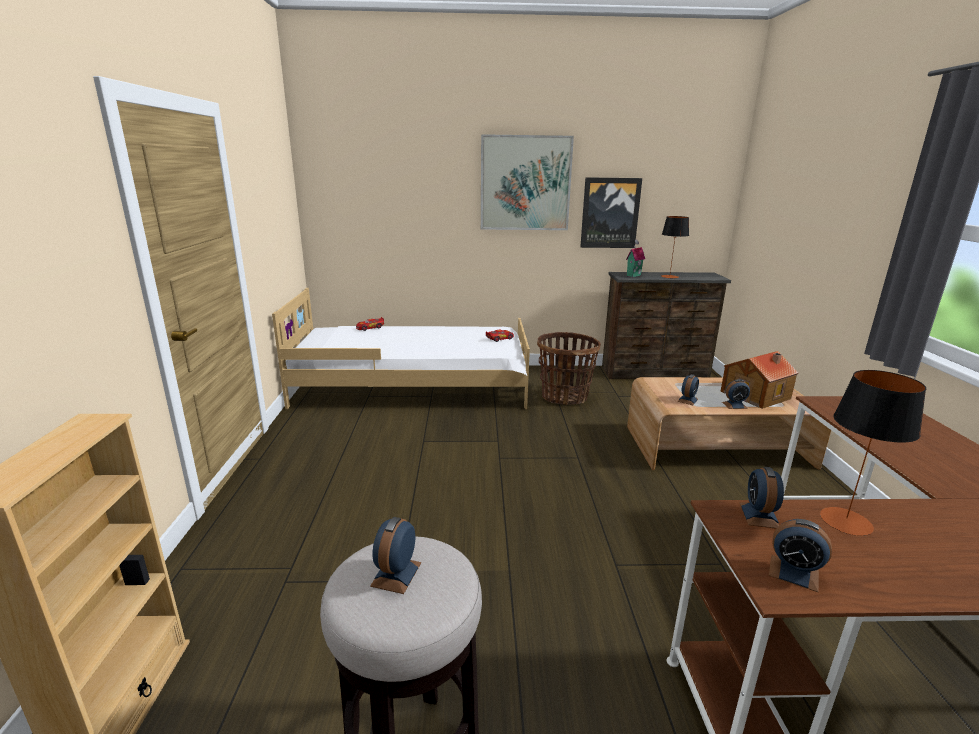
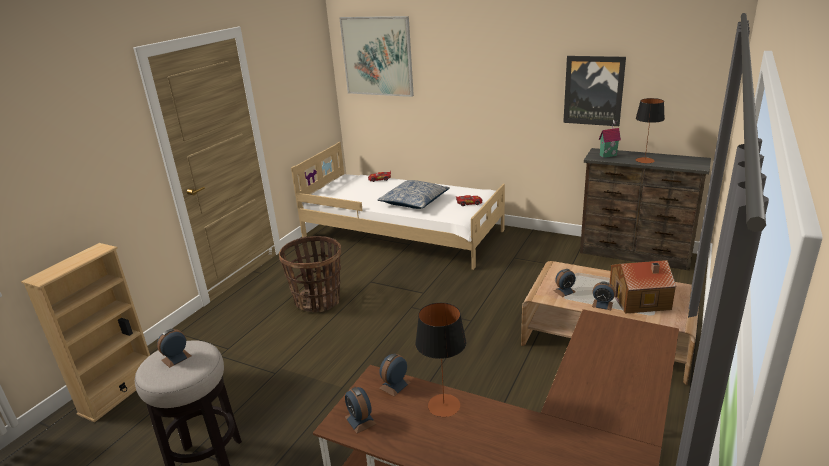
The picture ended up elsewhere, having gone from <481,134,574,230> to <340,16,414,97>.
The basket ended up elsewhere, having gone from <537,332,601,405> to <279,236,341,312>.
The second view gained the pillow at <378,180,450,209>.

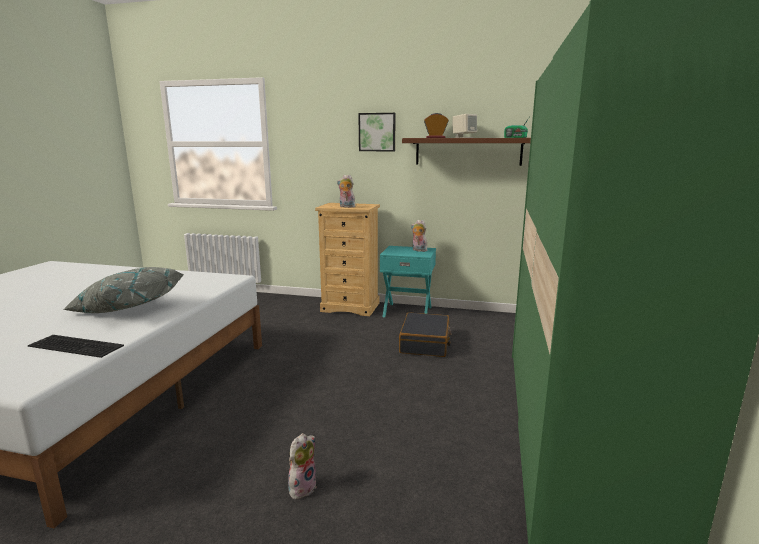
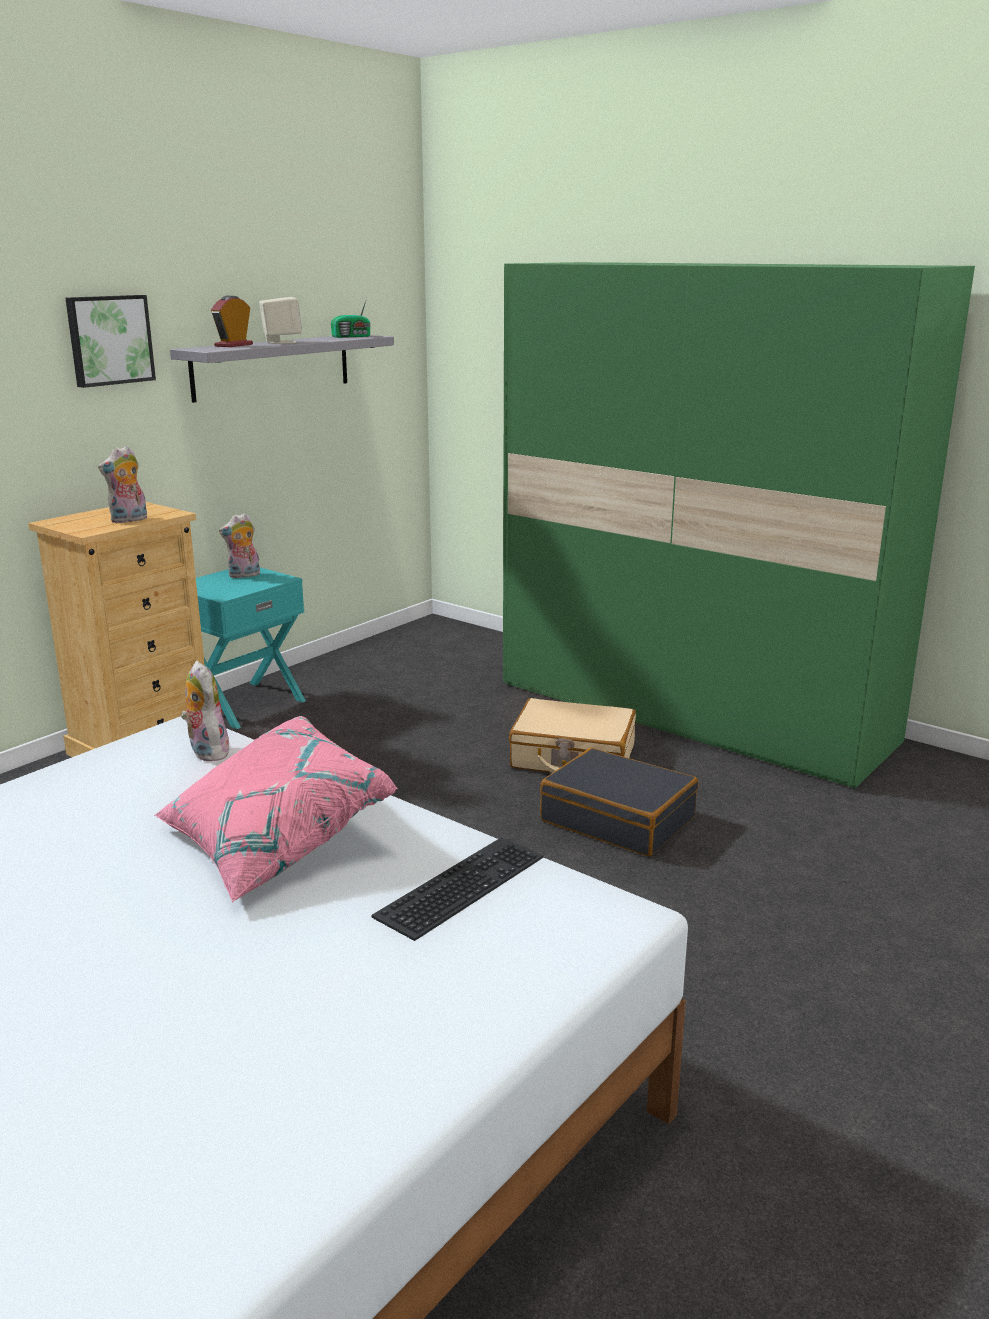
What was the pillow (grey) at <63,267,184,313> turned into the pillow (pink) at <155,716,398,903>.
The plush toy ended up elsewhere, having gone from <288,433,317,500> to <181,661,229,761>.
The suitcase (black) ended up elsewhere, having gone from <399,312,452,357> to <540,748,698,856>.
What was the shelf (brown) at <402,138,531,166> turned into the shelf (grey) at <170,335,394,403>.
The second view gained the suitcase (beige) at <509,698,636,773>.

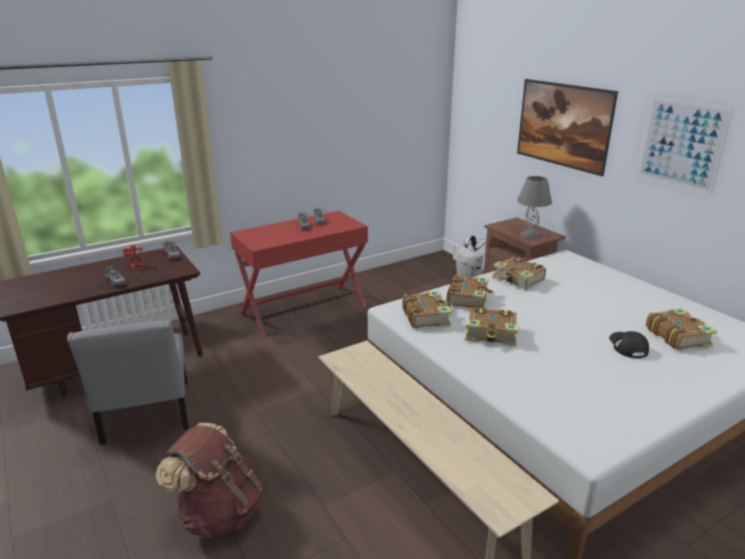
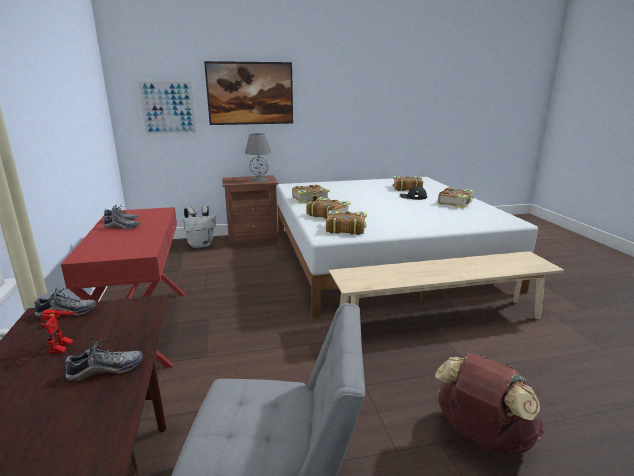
The book ended up elsewhere, having gone from <465,307,518,346> to <438,187,476,208>.
The picture ended up elsewhere, having gone from <638,98,734,194> to <136,80,198,136>.

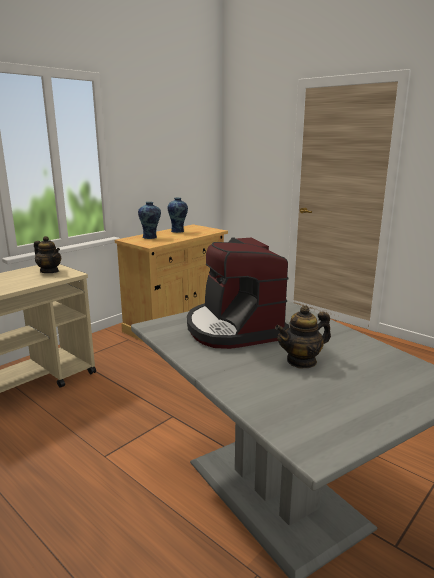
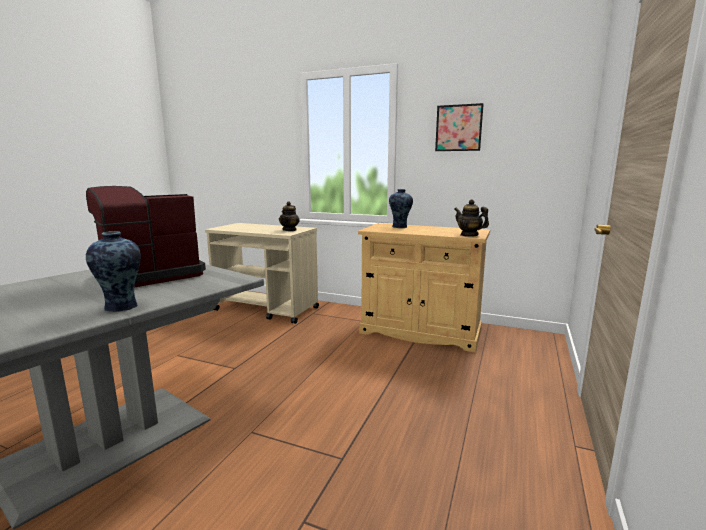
The vase ended up elsewhere, having gone from <168,198,188,233> to <86,231,141,312>.
The teapot ended up elsewhere, having gone from <275,305,331,368> to <454,199,489,237>.
The second view gained the picture at <435,103,484,151>.

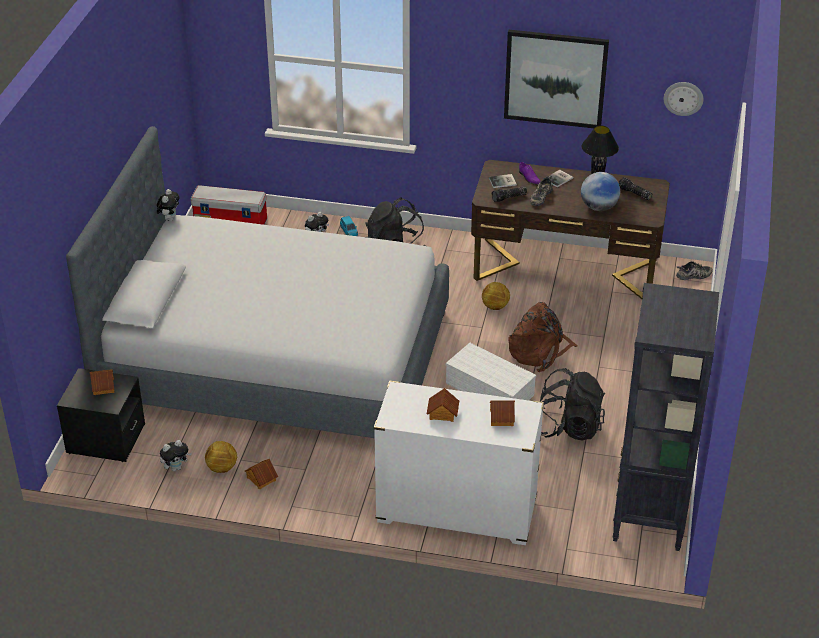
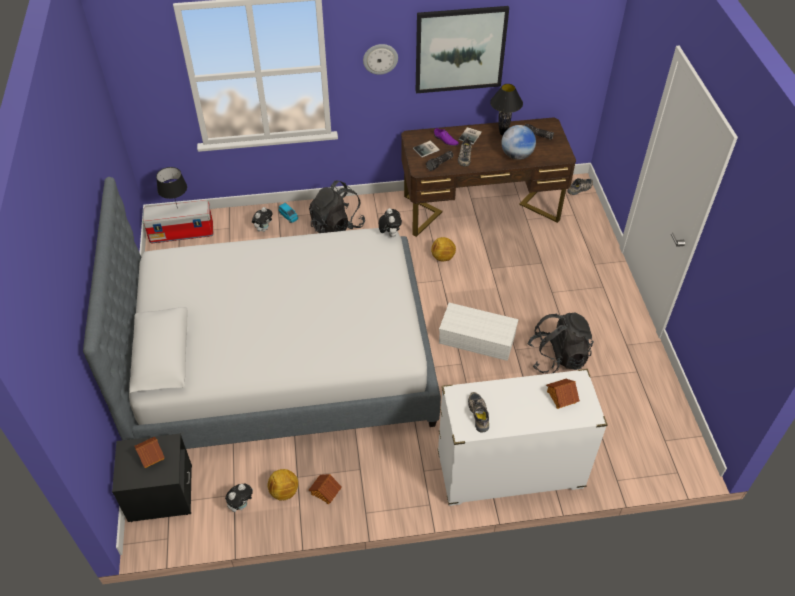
The plush toy ended up elsewhere, having gone from <157,189,179,221> to <379,208,402,237>.
The second view lost the toy house at <427,388,459,422>.
The second view lost the backpack (brown) at <509,302,578,372>.
The second view lost the bookcase (black) at <613,283,719,551>.
The wall clock ended up elsewhere, having gone from <664,82,703,116> to <363,44,398,75>.
The second view gained the table lamp (black) at <156,167,187,208>.
The second view gained the shoe at <468,392,489,433>.

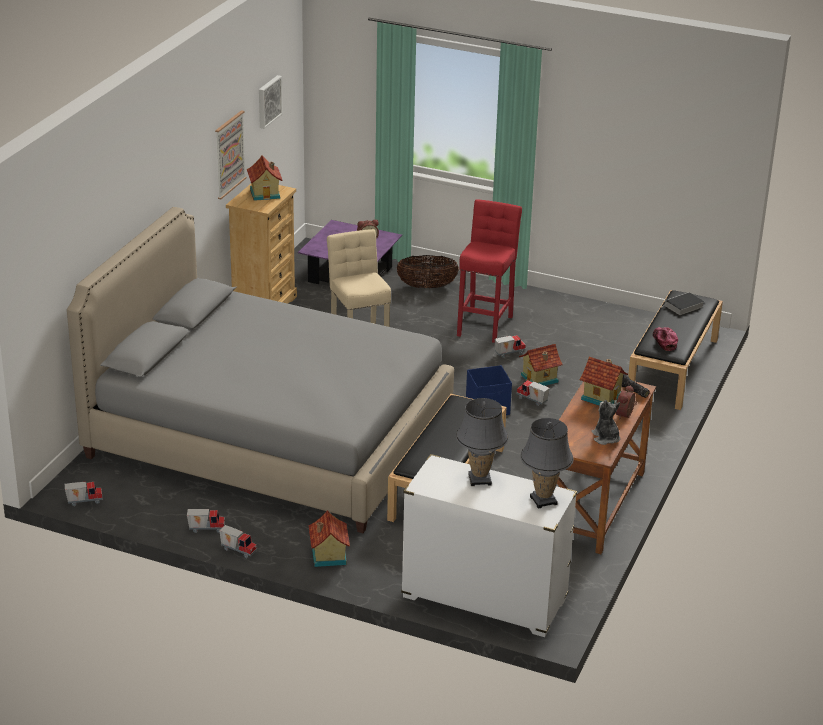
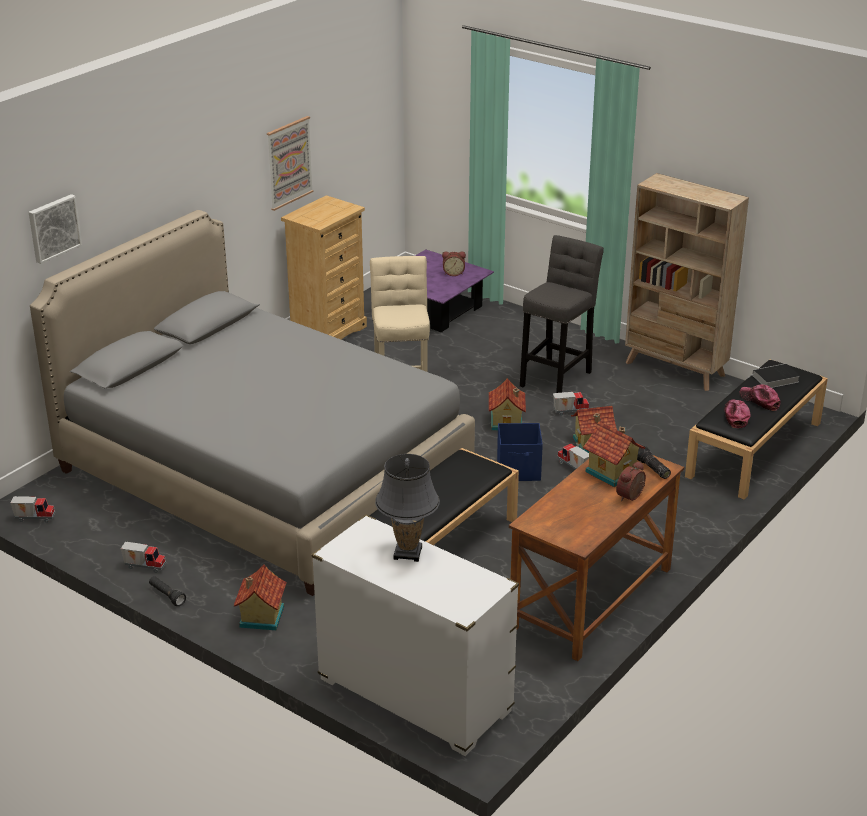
Where the toy truck stood at <219,525,257,558>, the flashlight (black) came to stand at <149,576,186,606>.
The toy house ended up elsewhere, having gone from <247,155,282,201> to <489,378,526,431>.
The picture ended up elsewhere, having gone from <259,75,283,129> to <29,194,82,264>.
The second view lost the basket at <397,255,459,288>.
What was the stool (red) at <457,199,522,343> turned into the stool (grey) at <520,235,604,393>.
The second view lost the table lamp (grey) at <520,418,573,509>.
The second view lost the plush toy at <591,400,620,445>.
The second view gained the bookcase (beige) at <625,173,749,391>.
The second view gained the cap at <739,384,780,411>.

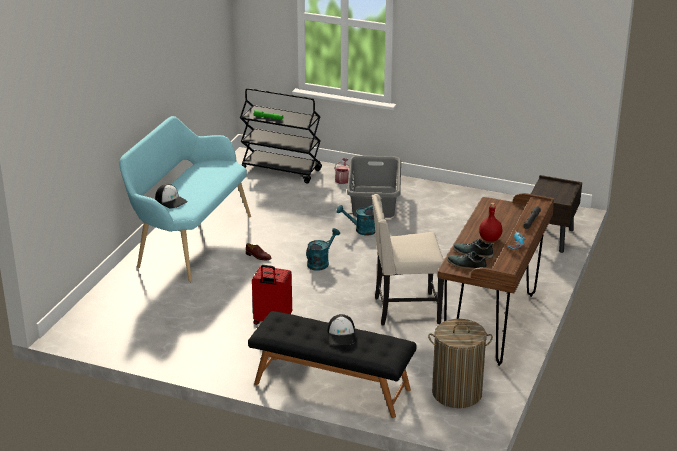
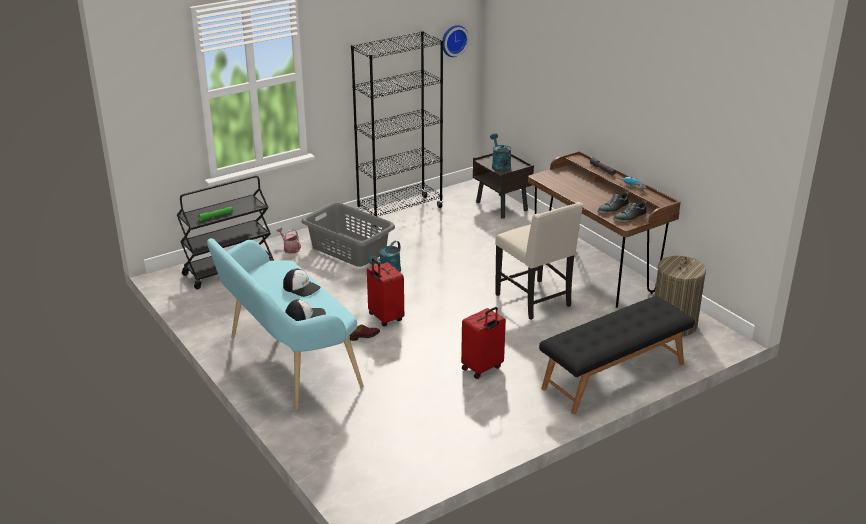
The watering can (turquoise) ended up elsewhere, having gone from <306,228,340,271> to <490,133,512,172>.
The cap ended up elsewhere, having gone from <328,314,355,345> to <283,269,321,297>.
The chair (beige) at <372,194,444,326> ended up facing another way, 60 degrees counterclockwise from before.
The second view lost the bottle (red) at <479,203,502,242>.
The second view gained the bookcase (black) at <351,31,443,227>.
The second view gained the suitcase (red) at <367,258,404,326>.
The second view gained the wall clock at <442,25,469,57>.

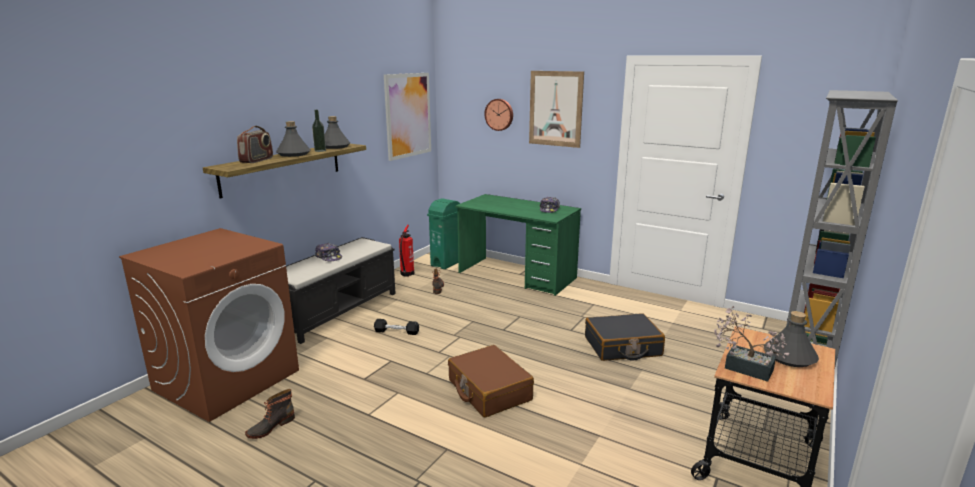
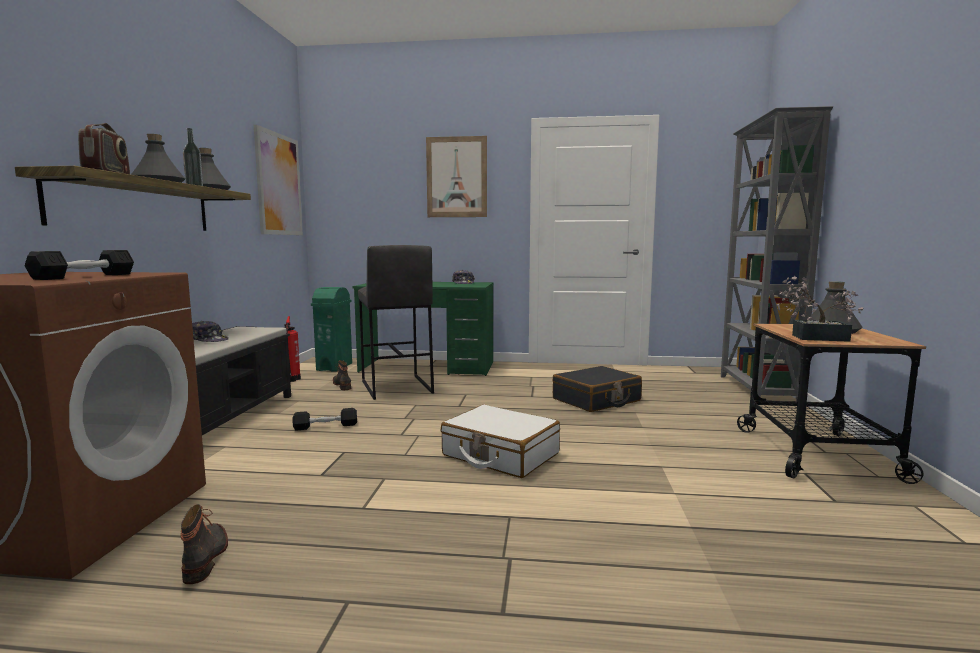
The boot at <245,389,295,439> ended up facing another way, 150 degrees clockwise from before.
What was the suitcase (brown) at <448,345,534,418> turned into the suitcase (white) at <441,404,560,478>.
The second view lost the wall clock at <484,99,513,131>.
The second view gained the dumbbell (black) at <25,250,134,280>.
The second view gained the stool (grey) at <358,245,434,400>.

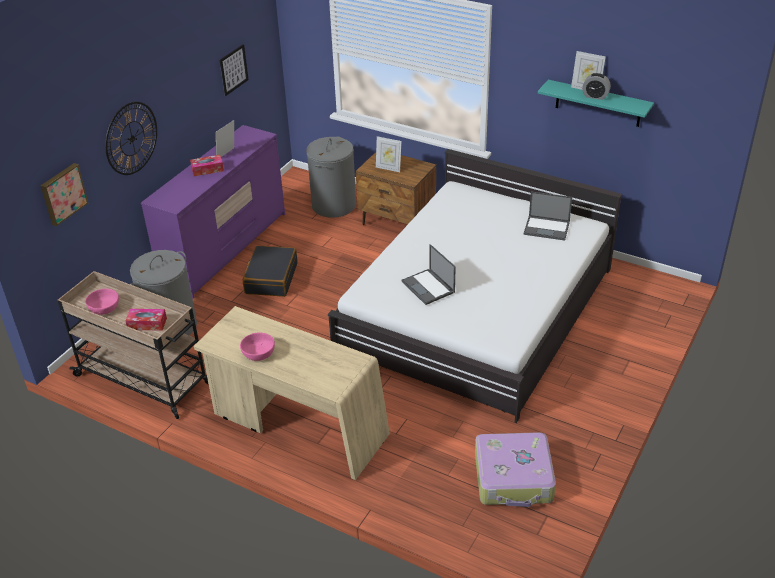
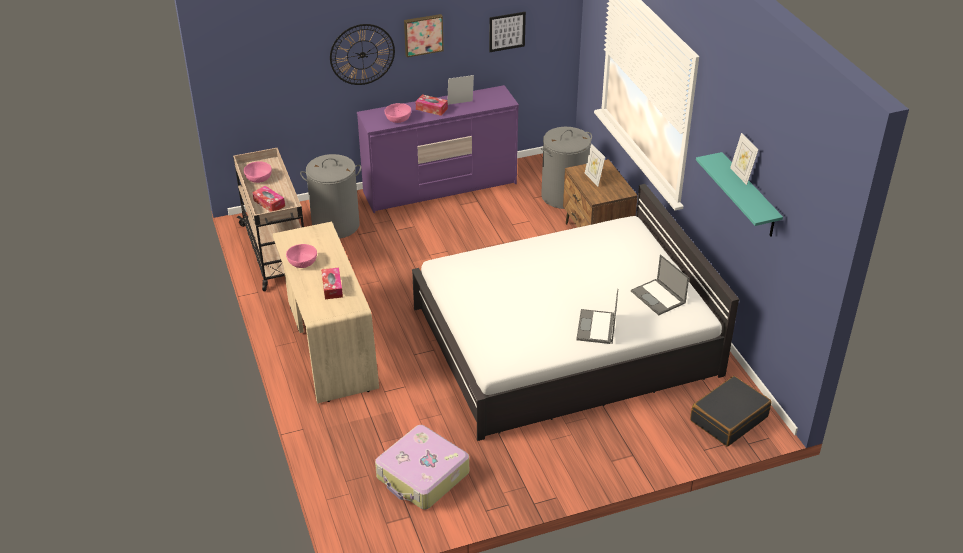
The picture ended up elsewhere, having gone from <41,163,88,226> to <404,14,444,57>.
The suitcase (black) ended up elsewhere, having gone from <243,246,297,297> to <690,376,772,446>.
The laptop ended up elsewhere, having gone from <401,244,456,305> to <576,289,618,344>.
The second view lost the alarm clock at <582,73,611,100>.
The second view gained the tissue box at <321,267,343,299>.
The second view gained the bowl (pink) at <385,103,411,123>.

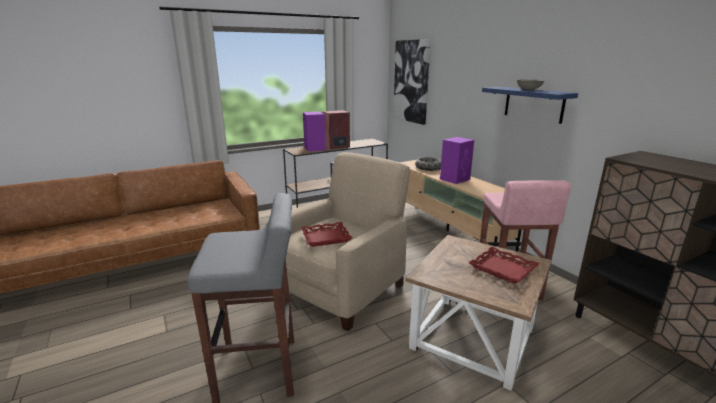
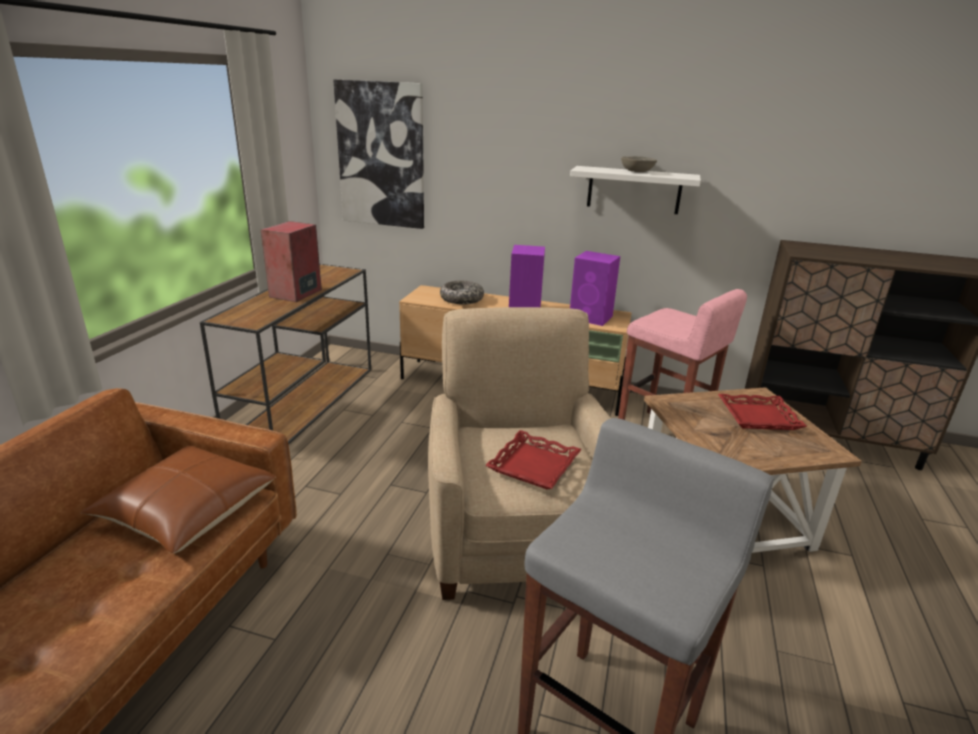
The speaker (purple) ended up elsewhere, having gone from <303,112,326,152> to <570,251,620,326>.
What was the shelf (blue) at <482,87,578,124> turned into the shelf (white) at <570,166,701,214>.
The second view gained the pillow (brown) at <80,446,276,553>.

